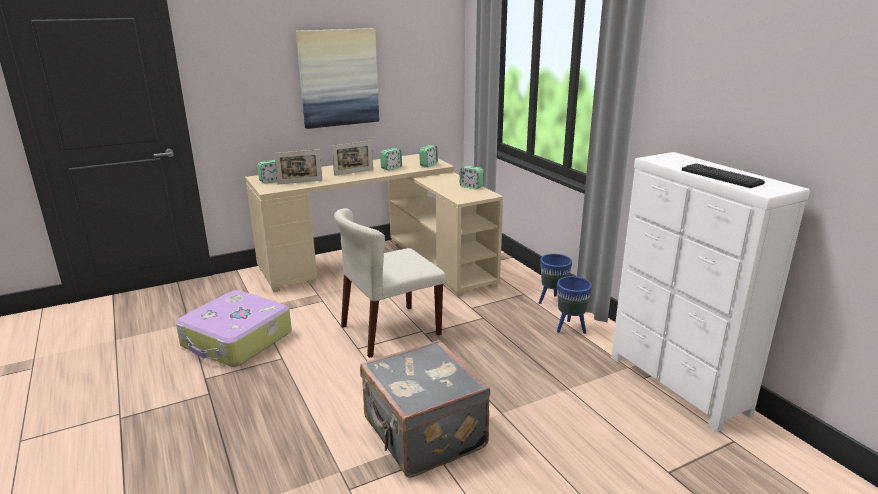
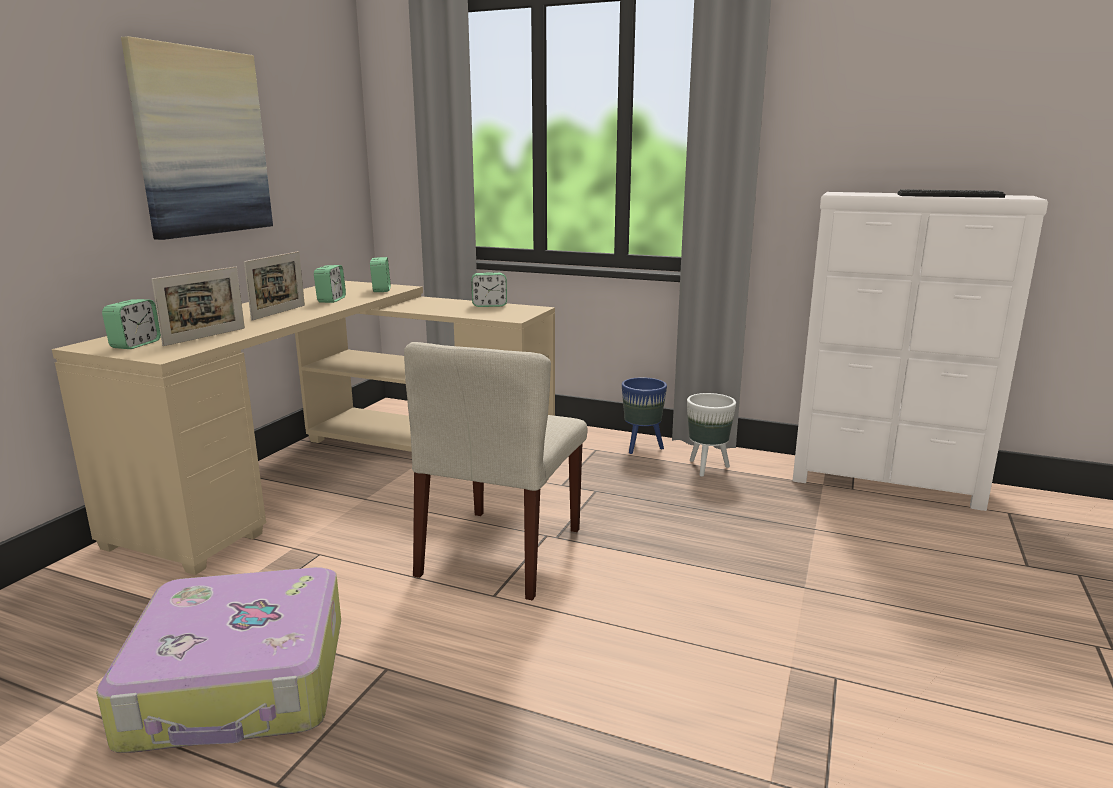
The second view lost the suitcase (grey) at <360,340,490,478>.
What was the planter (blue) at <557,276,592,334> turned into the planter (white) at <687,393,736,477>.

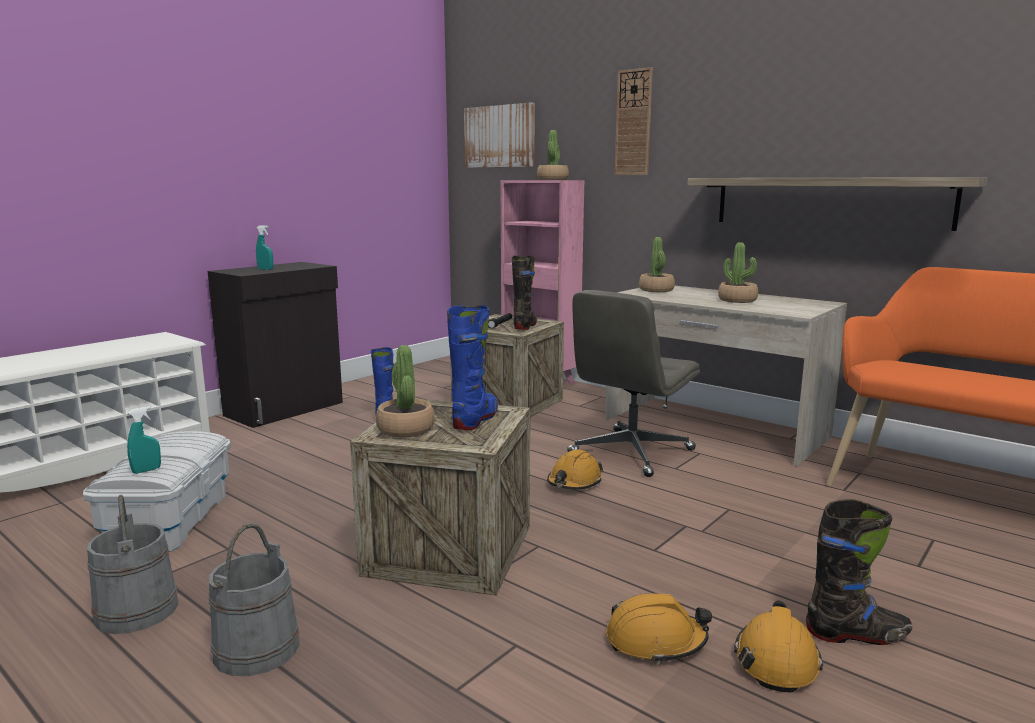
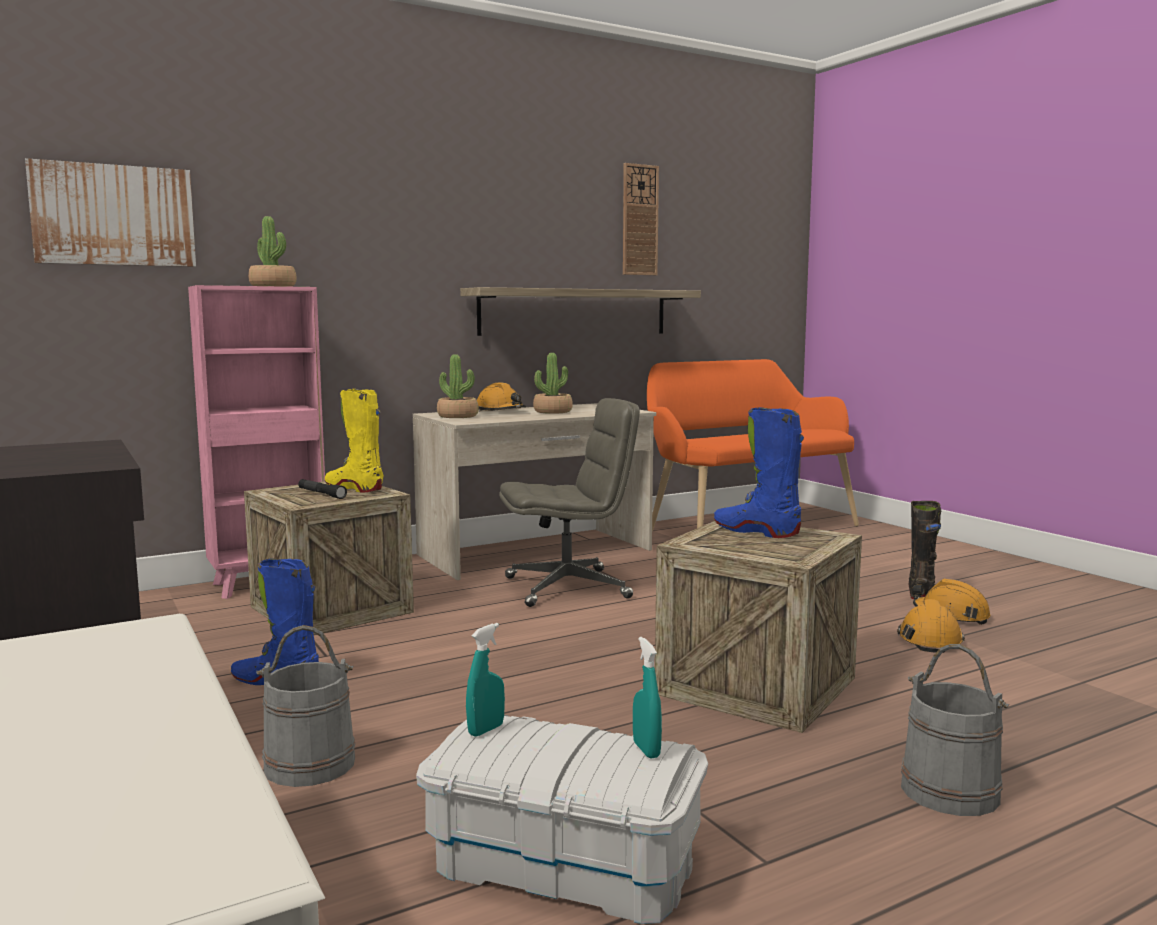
The bucket (grey) ended up elsewhere, having gone from <87,495,178,634> to <256,625,355,787>.
The spray bottle (turquoise) ended up elsewhere, having gone from <256,226,273,270> to <466,623,505,737>.
The second view lost the potted plant at <376,345,435,437>.
What was the boot (black) at <512,255,537,330> turned into the boot (yellow) at <325,389,383,493>.
The hard hat (orange) ended up elsewhere, having gone from <547,449,604,489> to <477,382,526,411>.
The office chair (grey) at <567,290,700,477> ended up facing another way, 75 degrees counterclockwise from before.
The wall clock ended up elsewhere, having gone from <615,67,653,175> to <623,163,659,275>.

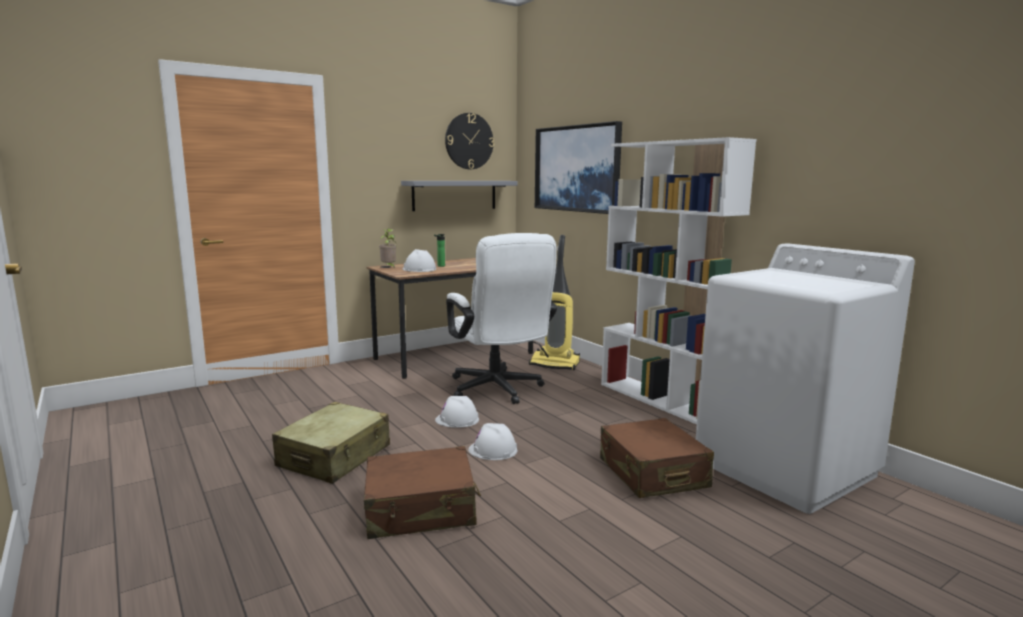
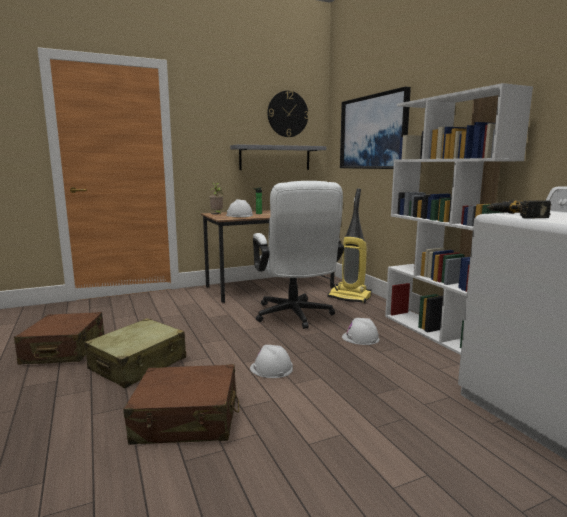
The hard hat (white) ended up elsewhere, having gone from <435,396,479,428> to <342,318,380,345>.
The suitcase (brown) ended up elsewhere, having gone from <600,418,714,498> to <14,312,104,364>.
The second view gained the power drill at <486,200,551,219>.

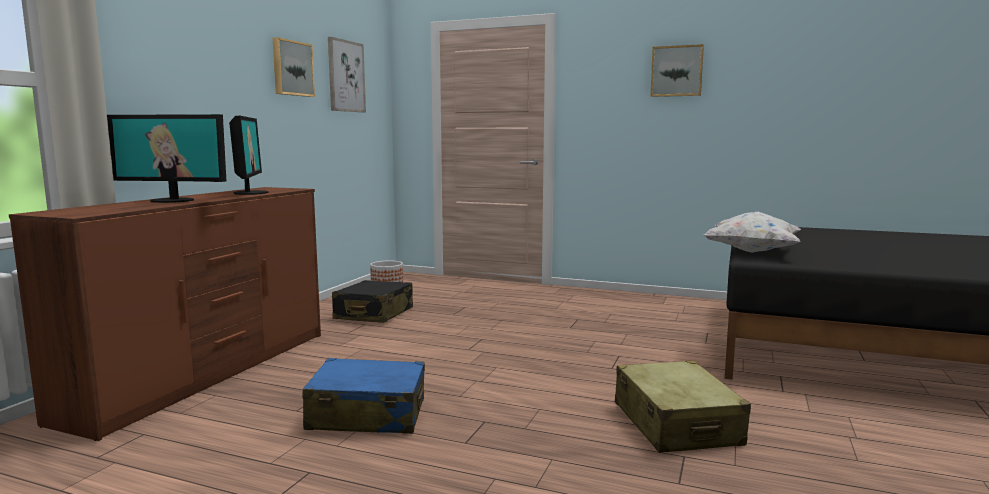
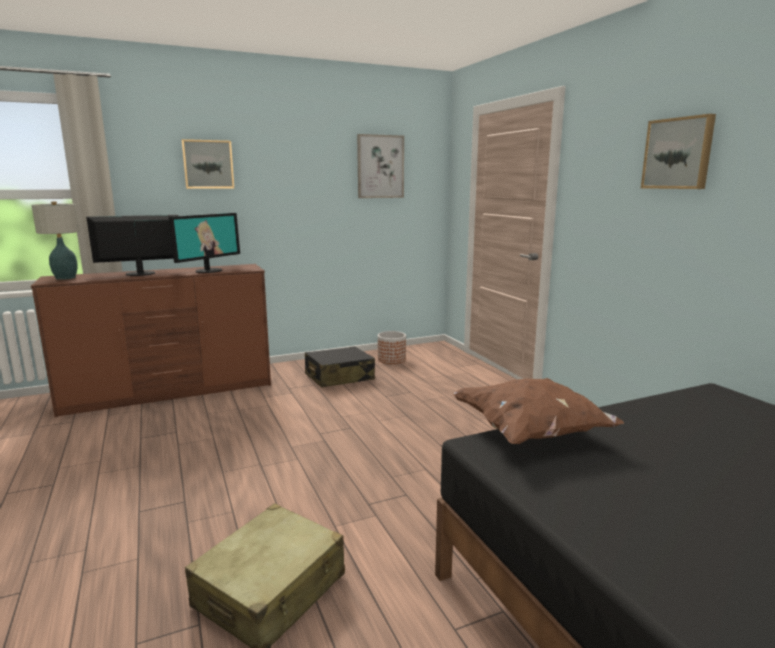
The monitor at <107,114,227,203> ended up facing another way, 105 degrees clockwise from before.
The picture ended up elsewhere, having gone from <273,37,315,97> to <181,139,234,189>.
The second view lost the suitcase (blue) at <303,358,425,434>.
What was the pillow (white) at <704,212,801,253> turned into the pillow (brown) at <452,378,624,444>.
The second view gained the table lamp at <31,201,80,280>.

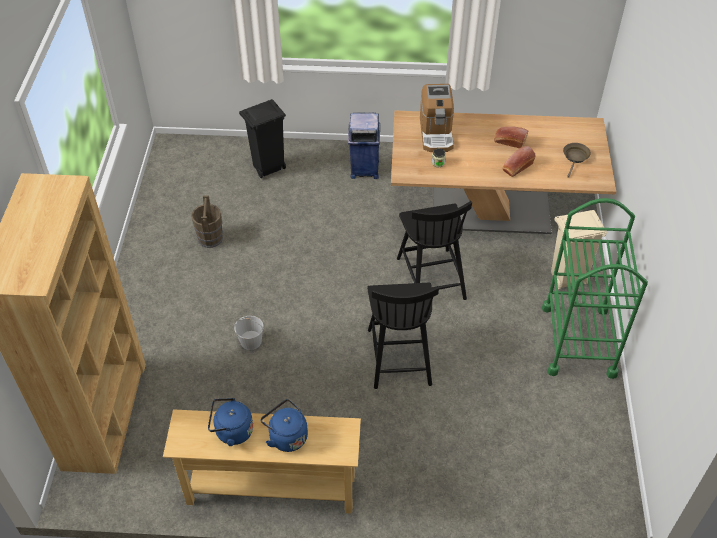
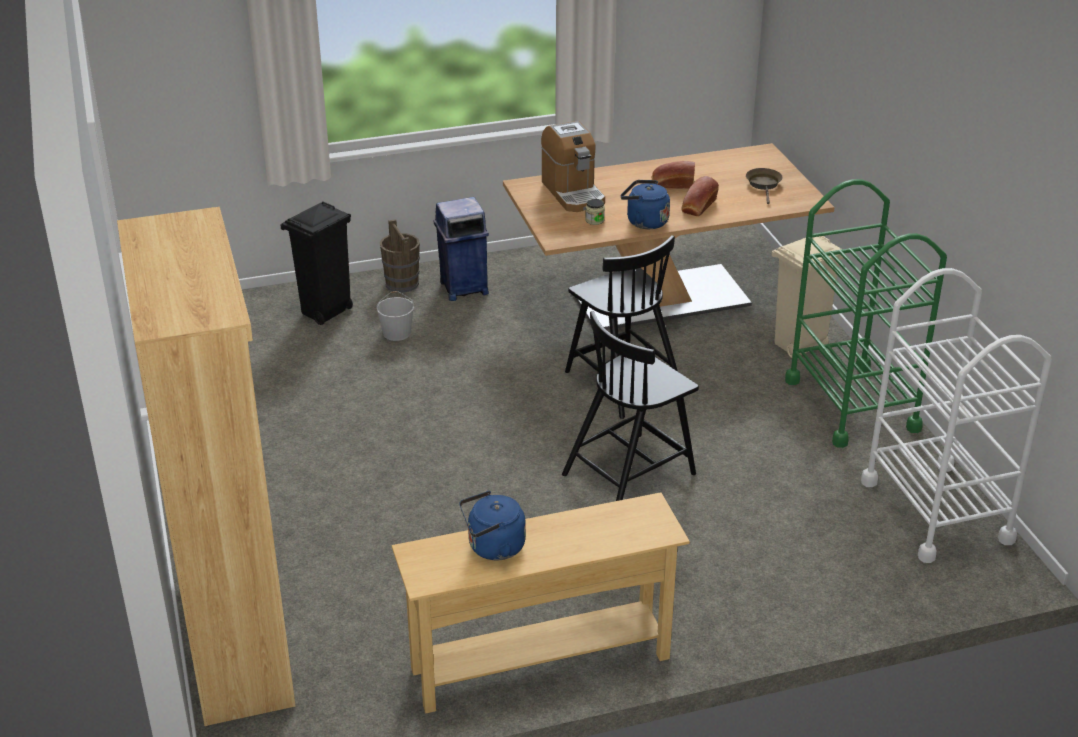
The bucket (brown) ended up elsewhere, having gone from <191,195,223,248> to <380,219,420,293>.
The bucket (white) ended up elsewhere, having gone from <234,316,264,350> to <376,291,414,341>.
The kettle (blue) ended up elsewhere, having gone from <261,399,308,452> to <621,180,670,229>.
The chair (black) at <367,283,439,389> ended up facing another way, 75 degrees clockwise from before.
The second view gained the cart (white) at <861,268,1052,563>.

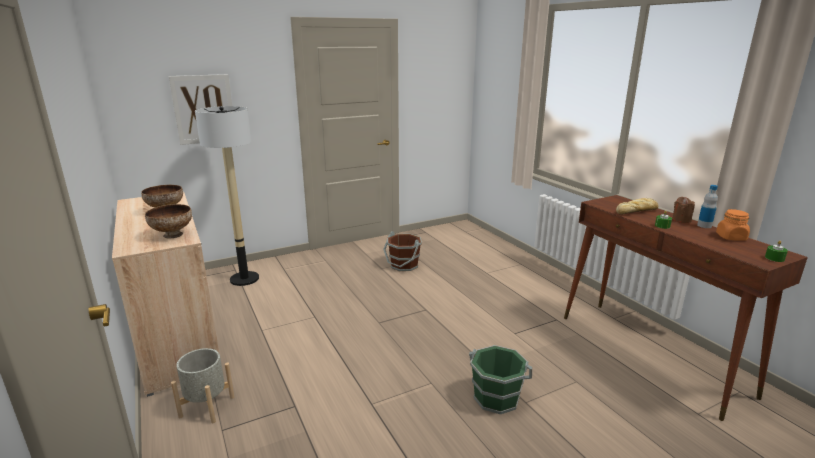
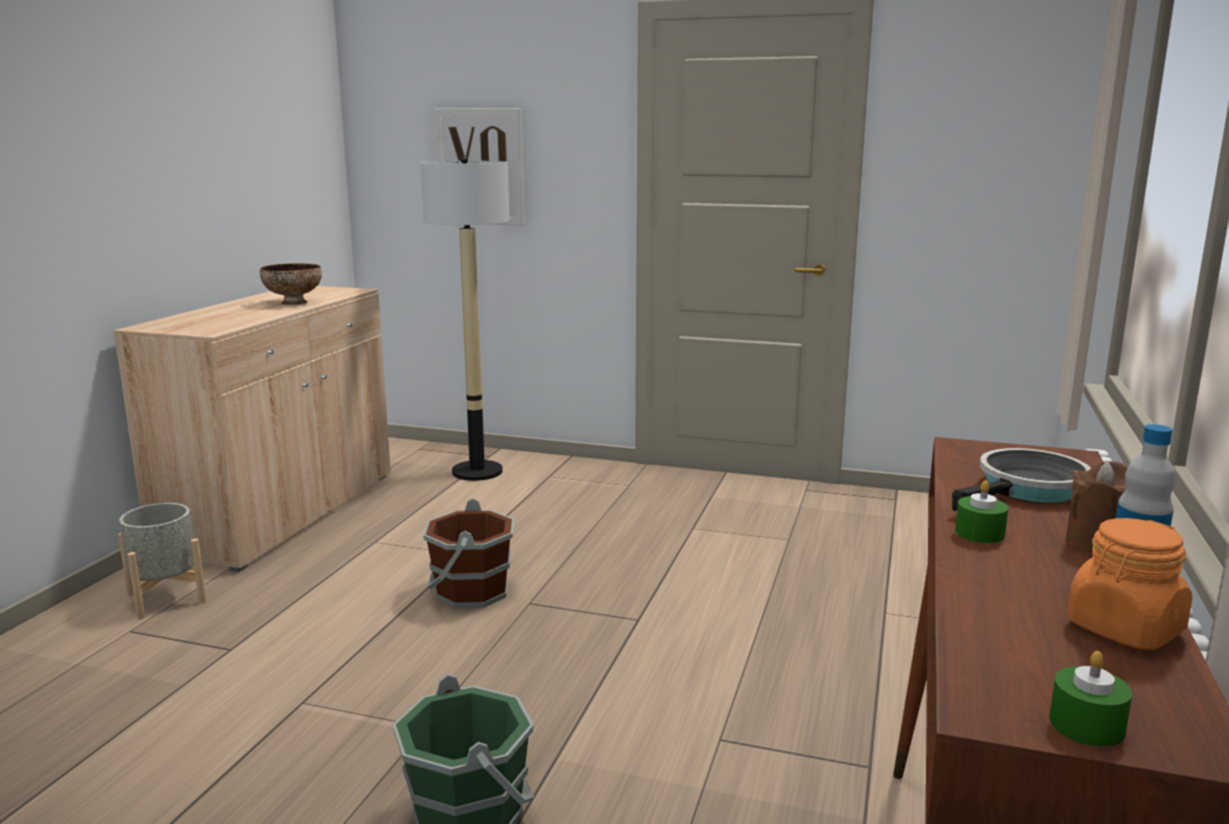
The second view lost the bowl at <145,204,192,239>.
The bucket (brown) ended up elsewhere, having gone from <383,231,422,271> to <423,498,514,608>.
Where the bread stood at <616,198,658,214>, the frying pan came to stand at <952,448,1091,511>.

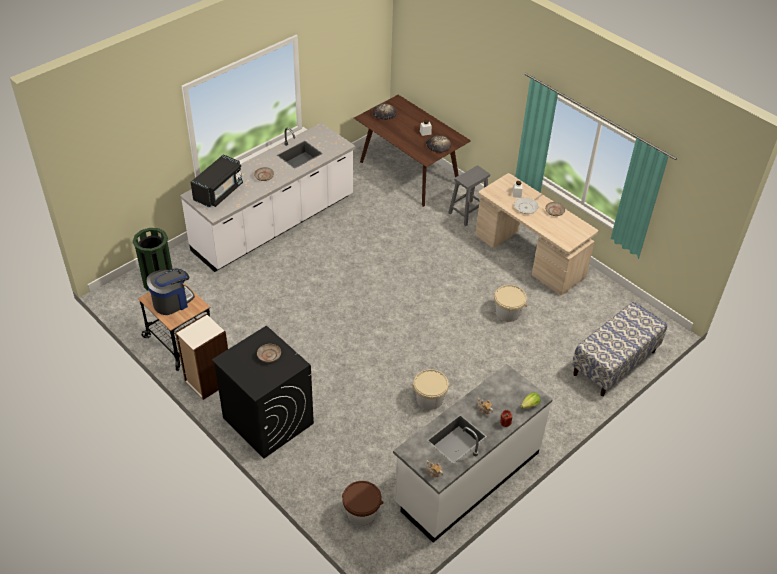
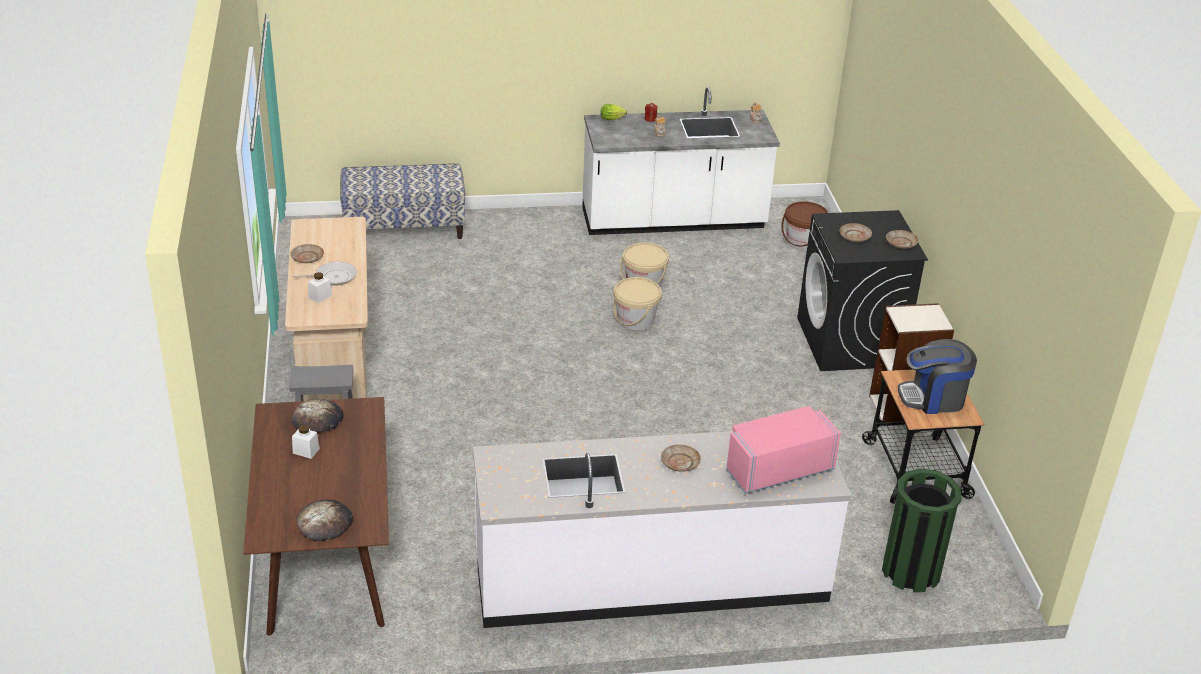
What was the microwave (black) at <191,154,243,208> turned into the microwave (pink) at <726,406,841,494>.
The bucket (beige) ended up elsewhere, having gone from <494,285,528,322> to <613,277,662,331>.
The second view gained the plate (beige) at <886,230,919,249>.

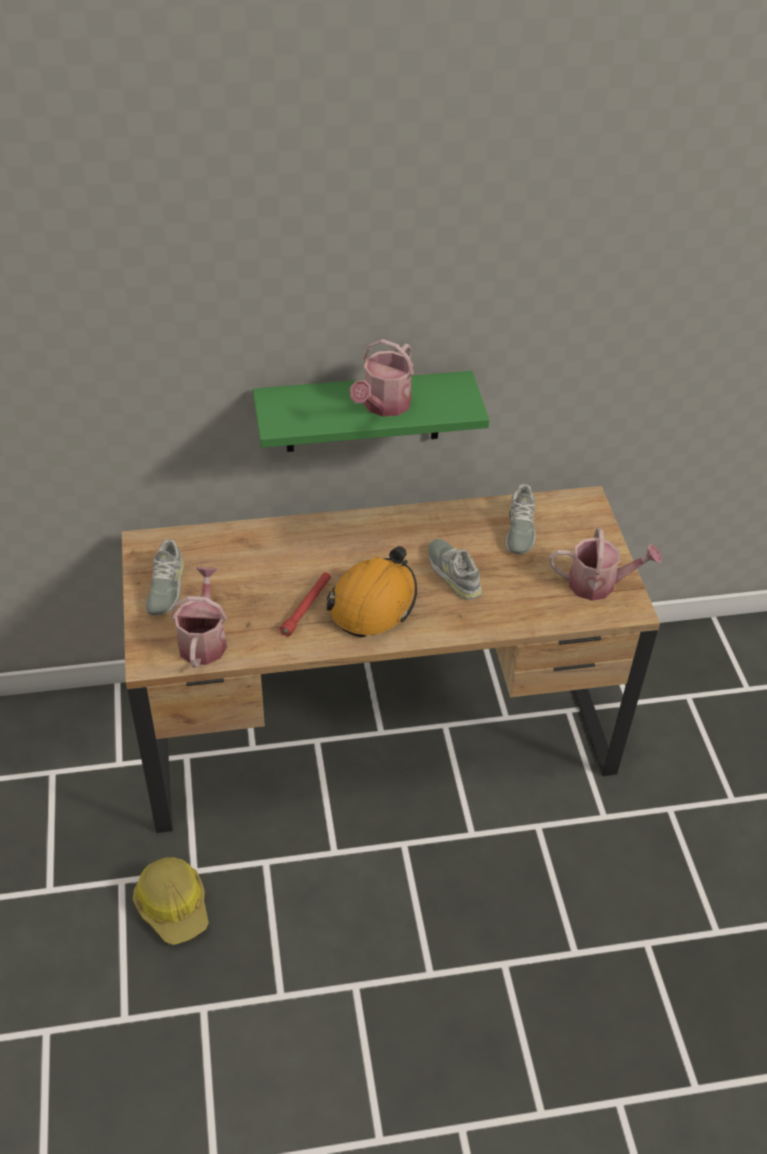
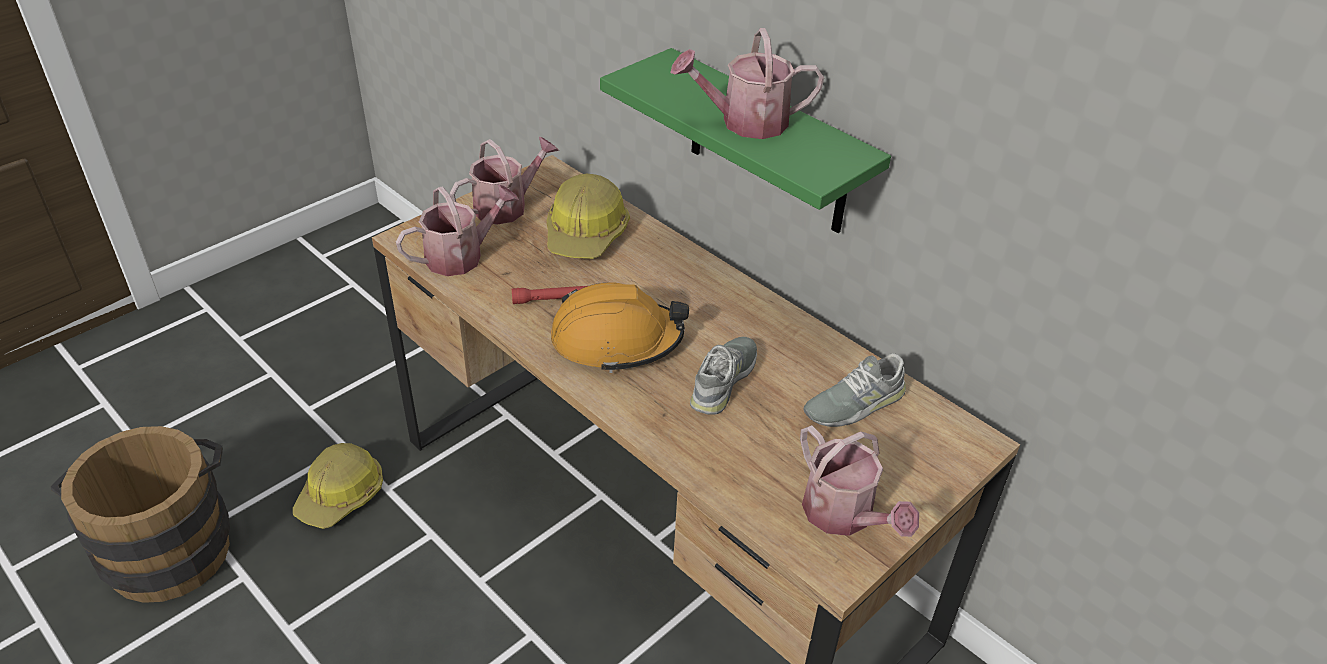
Where the shoe (grey) stood at <146,539,184,615>, the watering can came to stand at <450,137,559,225>.
The second view gained the bucket (brown) at <50,426,230,603>.
The second view gained the hard hat at <547,174,630,259>.

